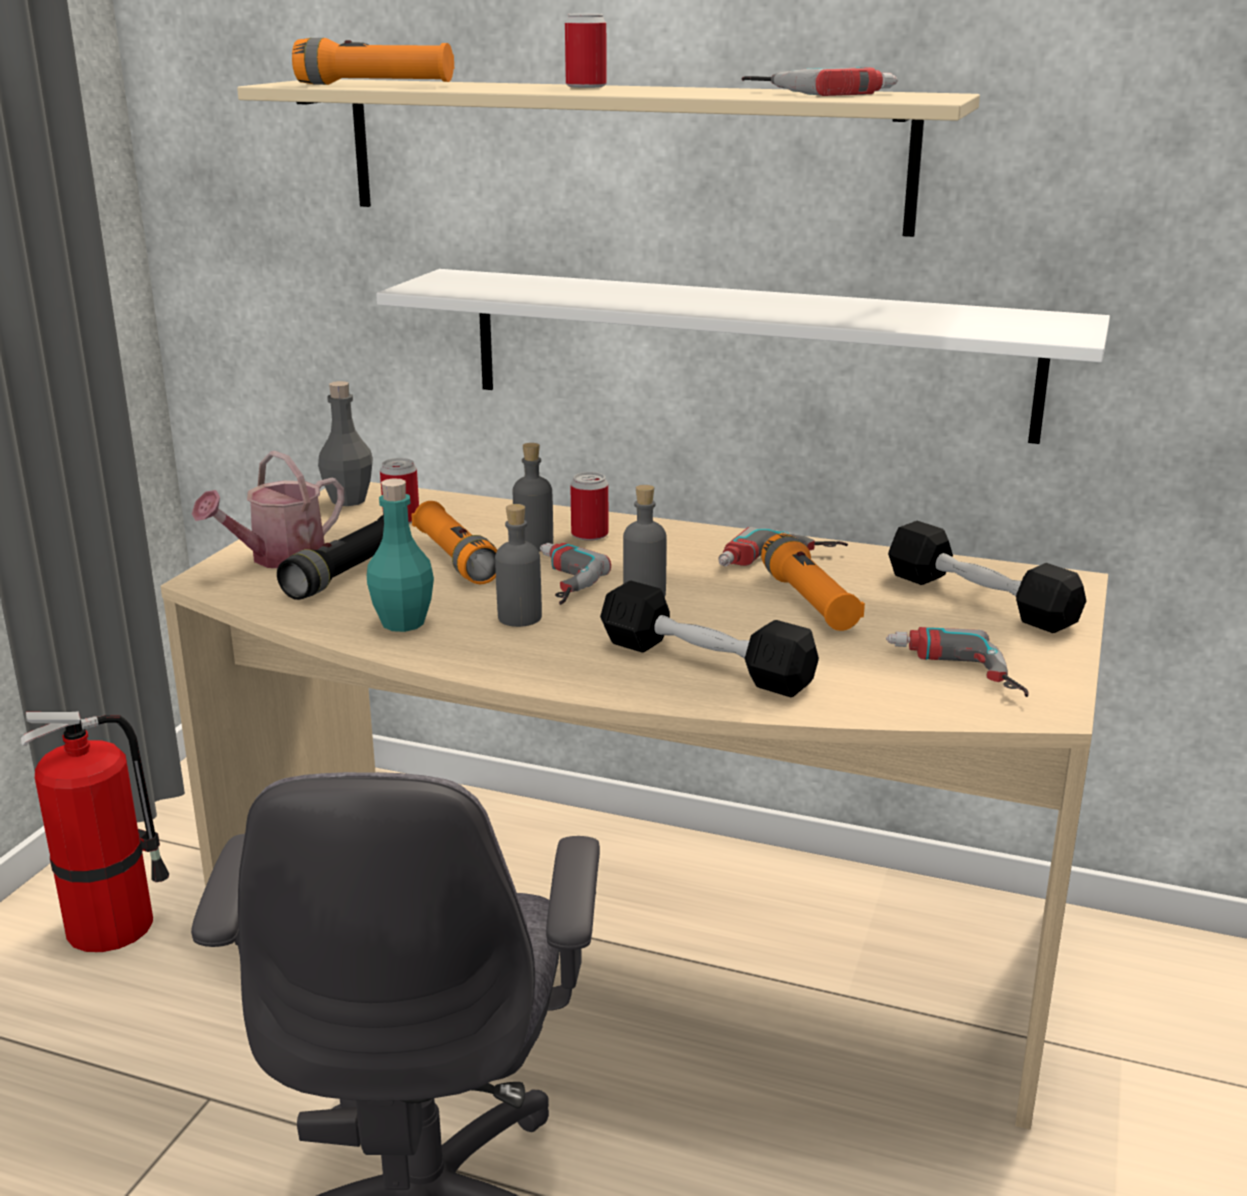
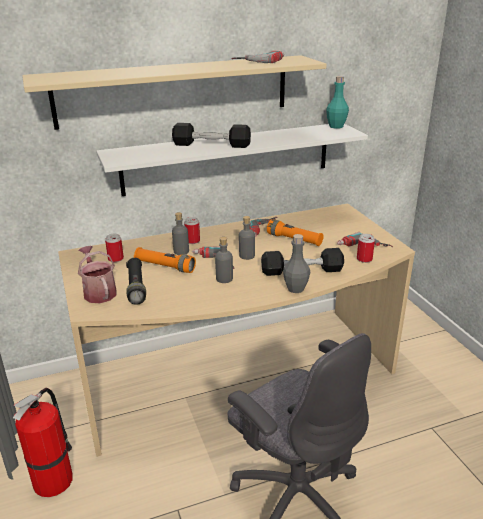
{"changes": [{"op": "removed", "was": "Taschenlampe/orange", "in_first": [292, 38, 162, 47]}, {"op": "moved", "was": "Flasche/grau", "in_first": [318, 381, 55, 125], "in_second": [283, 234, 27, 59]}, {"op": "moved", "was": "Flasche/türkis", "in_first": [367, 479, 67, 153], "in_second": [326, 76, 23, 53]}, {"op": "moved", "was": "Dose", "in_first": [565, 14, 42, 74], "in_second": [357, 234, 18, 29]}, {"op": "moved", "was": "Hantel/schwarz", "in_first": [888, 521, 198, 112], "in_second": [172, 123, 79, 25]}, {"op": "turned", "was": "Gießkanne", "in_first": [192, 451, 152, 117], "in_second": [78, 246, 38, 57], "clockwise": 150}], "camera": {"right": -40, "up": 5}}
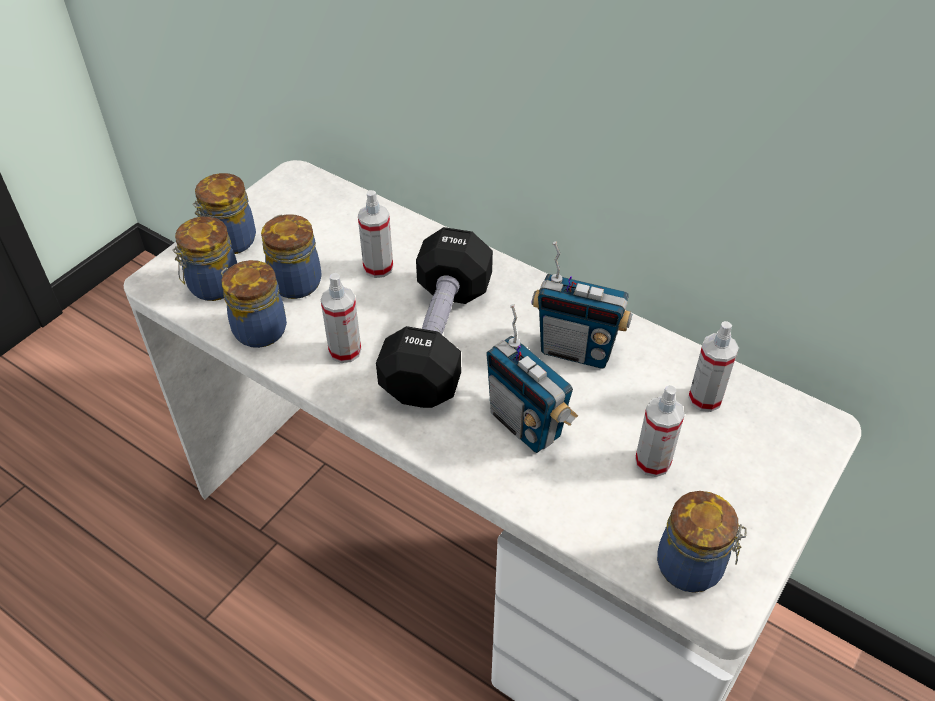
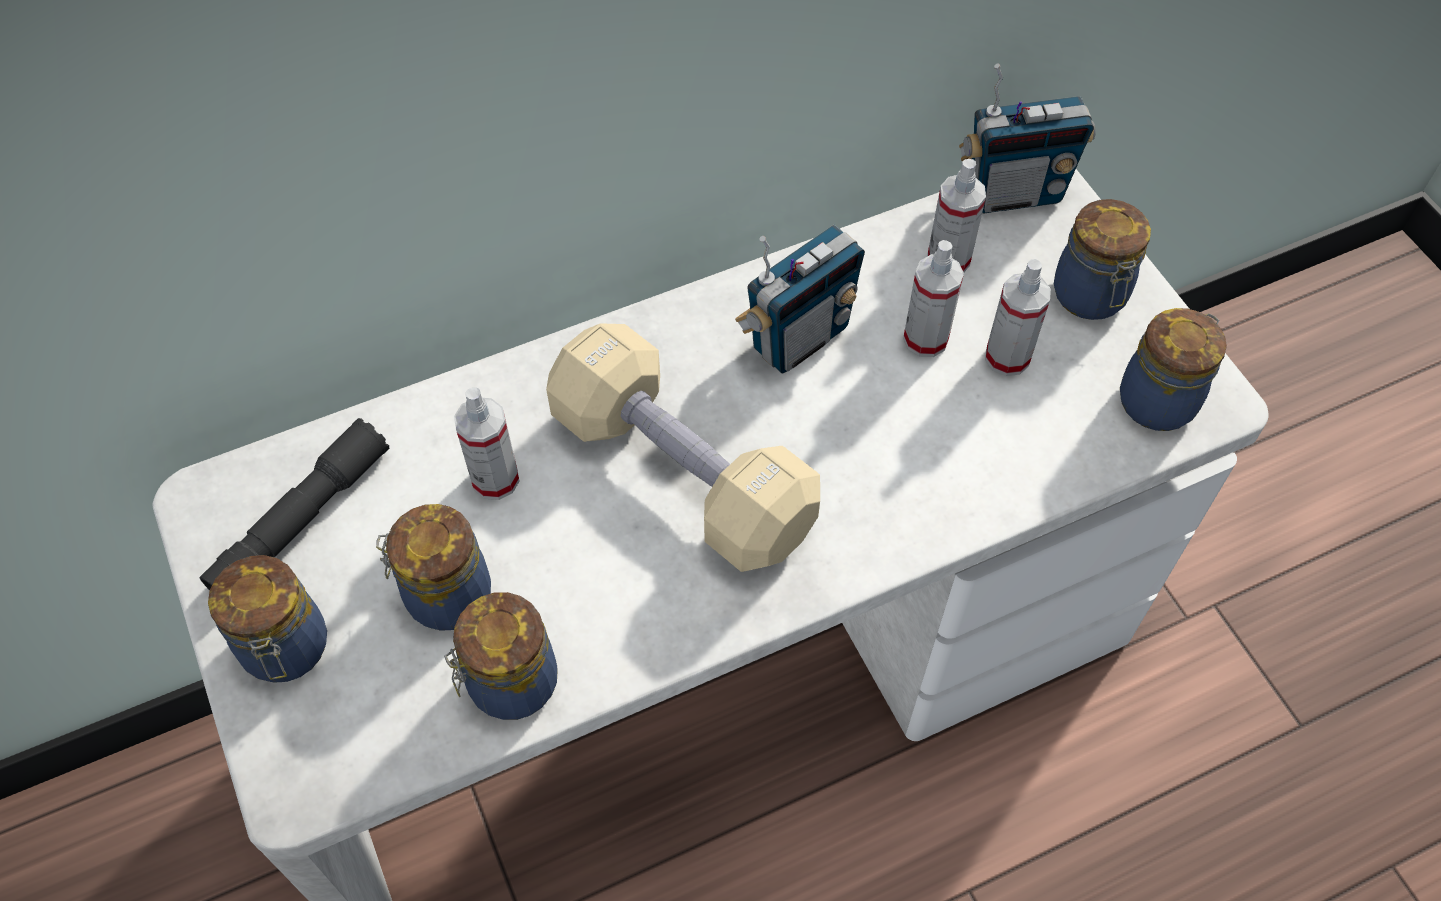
{"changes": [{"op": "added", "now": "Taschenlampe/grau", "in_second": [200, 418, 189, 172]}, {"op": "moved", "was": "Vorratsglas", "in_first": [172, 216, 65, 85], "in_second": [1054, 199, 97, 121]}, {"op": "moved", "was": "Sprühflasche", "in_first": [321, 273, 40, 90], "in_second": [903, 240, 61, 117]}, {"op": "moved", "was": "Radio", "in_first": [486, 304, 92, 149], "in_second": [959, 64, 137, 149]}, {"op": "recoloured", "was": "Hantel/schwarz", "now": "Hantel/beige", "in_first": [376, 227, 117, 181], "in_second": [546, 323, 274, 249]}], "camera": {"right": -60, "up": 10}}
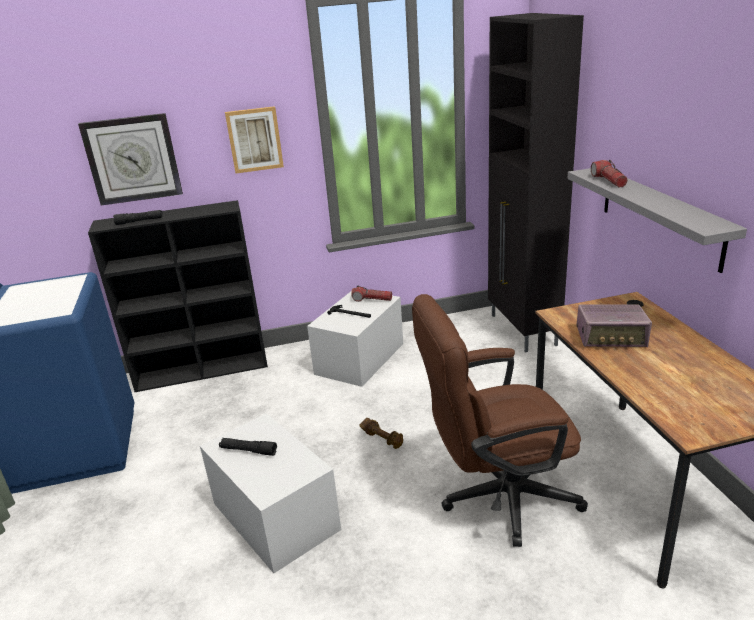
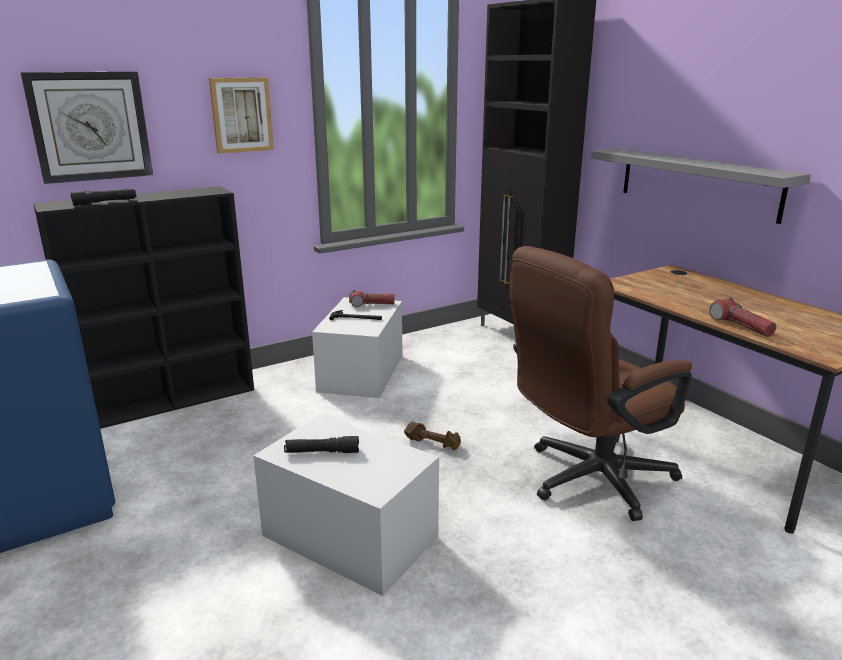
{"changes": [{"op": "removed", "was": "Radio", "in_first": [576, 304, 76, 43]}, {"op": "moved", "was": "Taschenlampe", "in_first": [591, 160, 37, 28], "in_second": [709, 298, 67, 39]}], "camera": {"right": -20, "up": -5}}
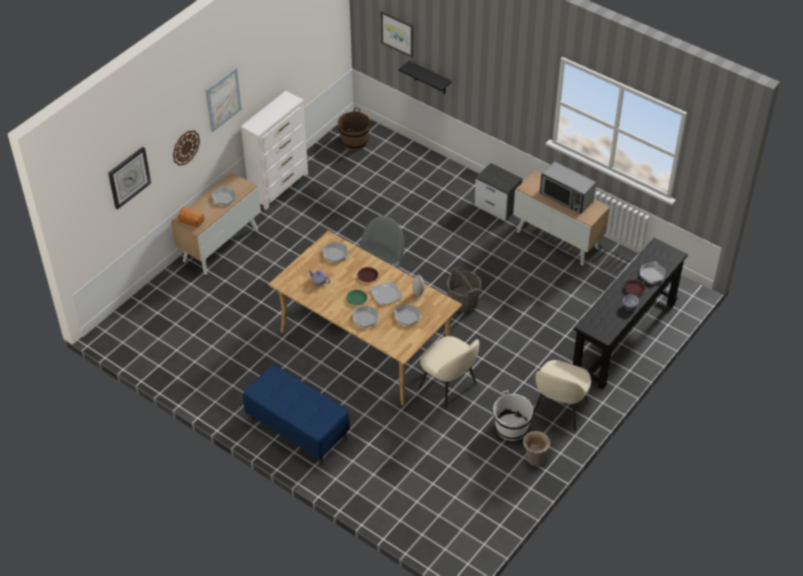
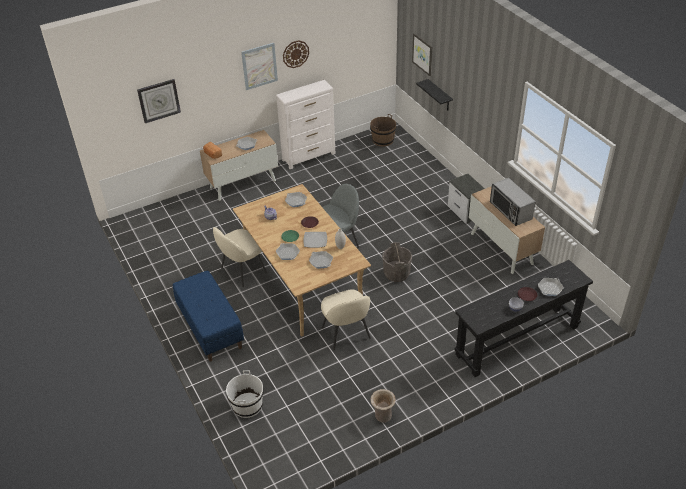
{"changes": [{"op": "moved", "was": "Wanduhr", "in_first": [173, 130, 27, 36], "in_second": [283, 40, 26, 28]}, {"op": "moved", "was": "Eimer/weiß", "in_first": [493, 390, 40, 51], "in_second": [226, 370, 38, 48]}, {"op": "moved", "was": "Stuhl/beige", "in_first": [533, 360, 58, 70], "in_second": [213, 227, 54, 60]}], "camera": {"right": 25, "up": -5}}
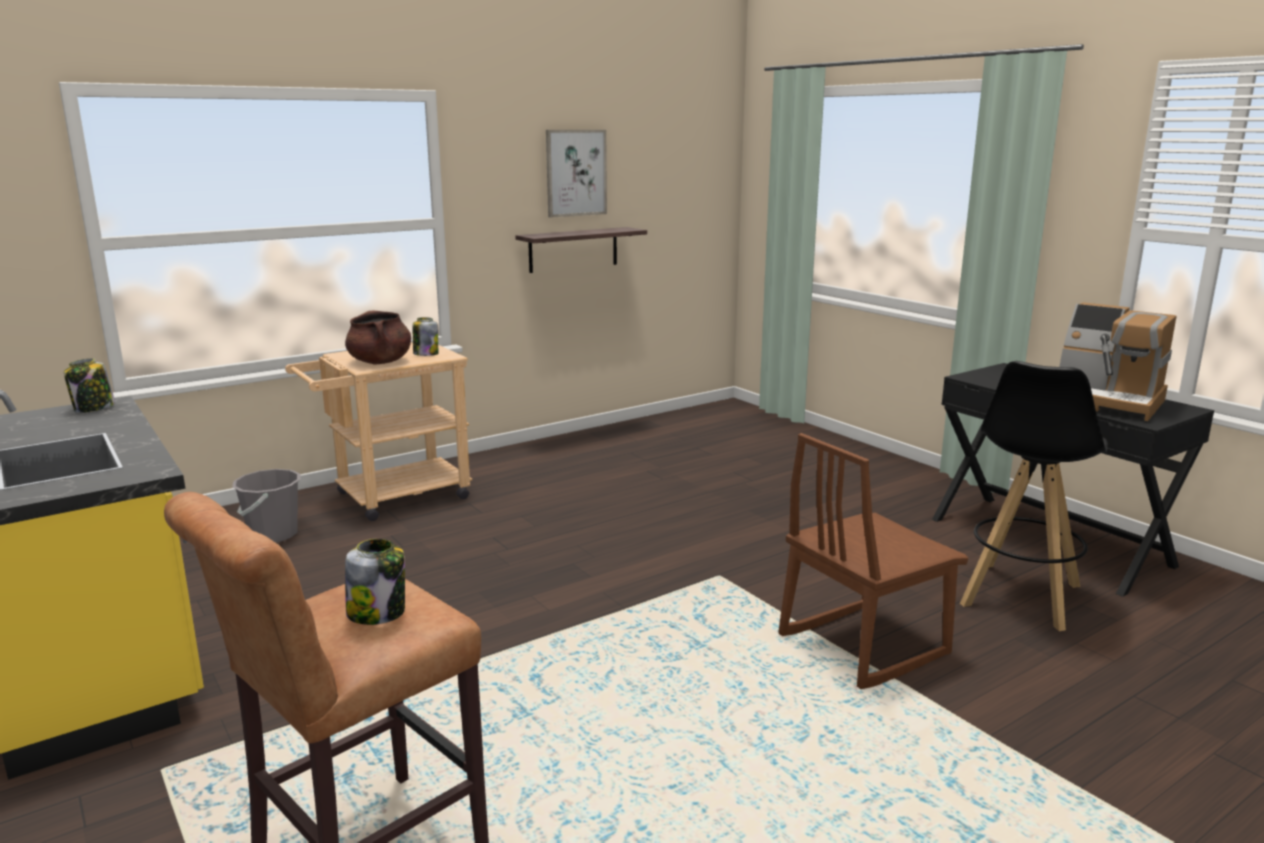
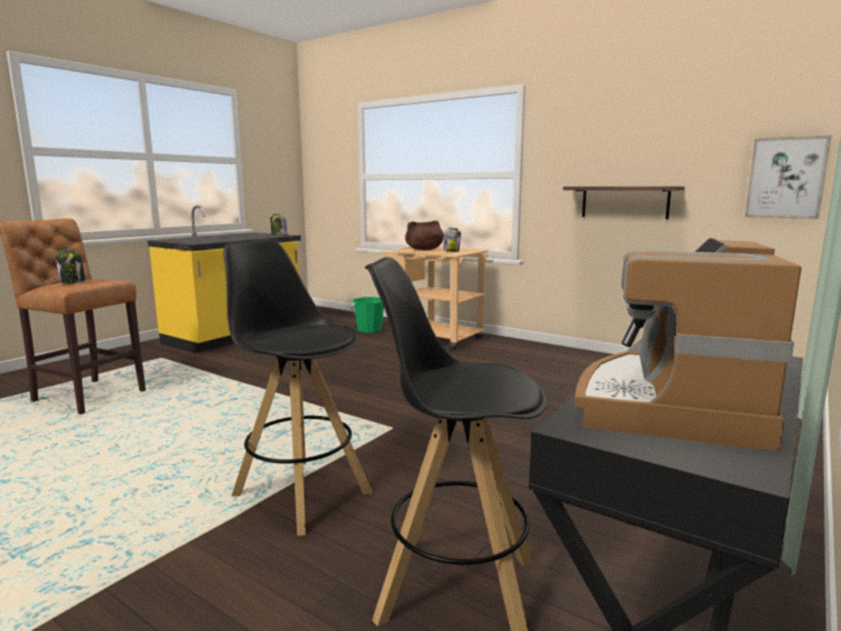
{"changes": [{"op": "moved", "was": "Bild", "in_first": [546, 130, 61, 88], "in_second": [745, 135, 87, 84]}, {"op": "replaced", "was": "Stuhl/braun", "now": "Hocker/schwarz", "in_first": [778, 433, 190, 256], "in_second": [224, 239, 148, 297]}, {"op": "recoloured", "was": "Eimer/grau", "now": "Eimer/grün", "in_first": [232, 469, 68, 74], "in_second": [351, 297, 33, 36]}], "camera": {"right": 70, "up": -5}}
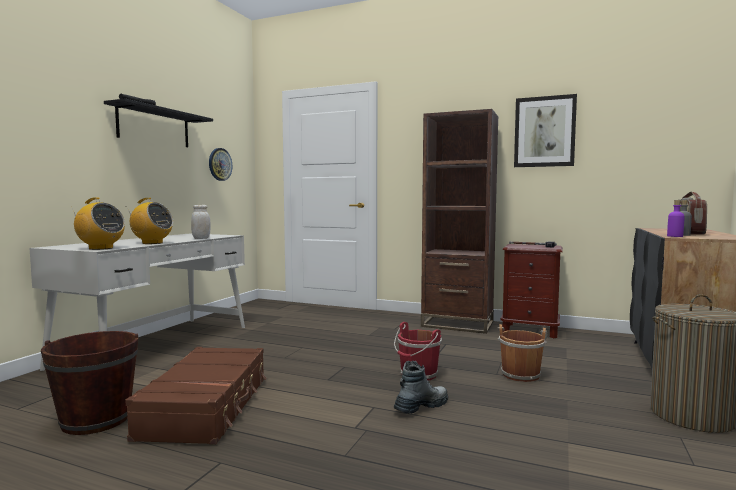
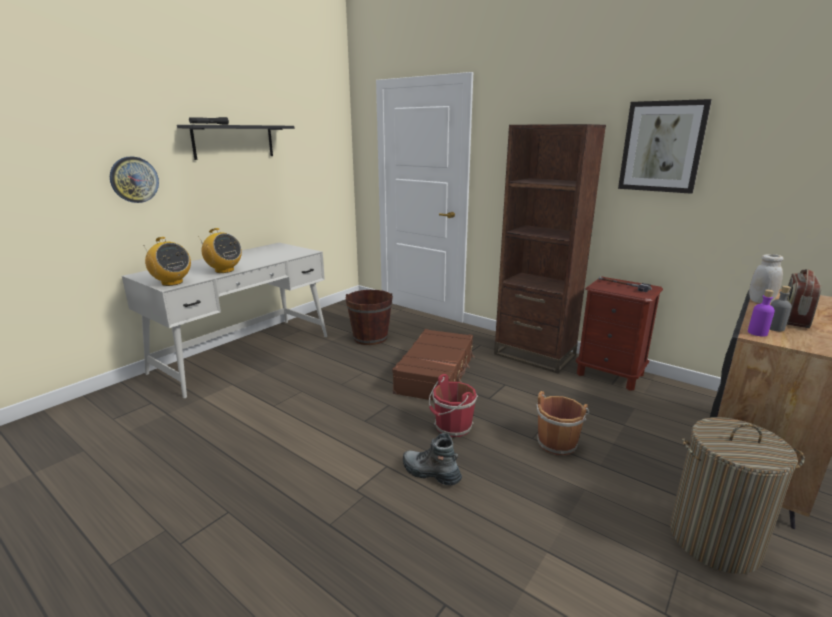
{"changes": [{"op": "moved", "was": "Eimer/braun", "in_first": [41, 331, 97, 104], "in_second": [345, 290, 48, 55]}, {"op": "moved", "was": "Koffer/braun", "in_first": [125, 347, 142, 97], "in_second": [392, 329, 83, 72]}, {"op": "moved", "was": "Vorratsglas/weiß", "in_first": [191, 205, 19, 34], "in_second": [749, 254, 35, 49]}, {"op": "moved", "was": "Wanduhr", "in_first": [209, 148, 24, 33], "in_second": [110, 157, 49, 46]}, {"op": "turned", "was": "Stiefel", "in_first": [393, 361, 55, 53], "in_second": [403, 433, 59, 53], "clockwise": -120}], "camera": {"right": 15, "up": 15}}
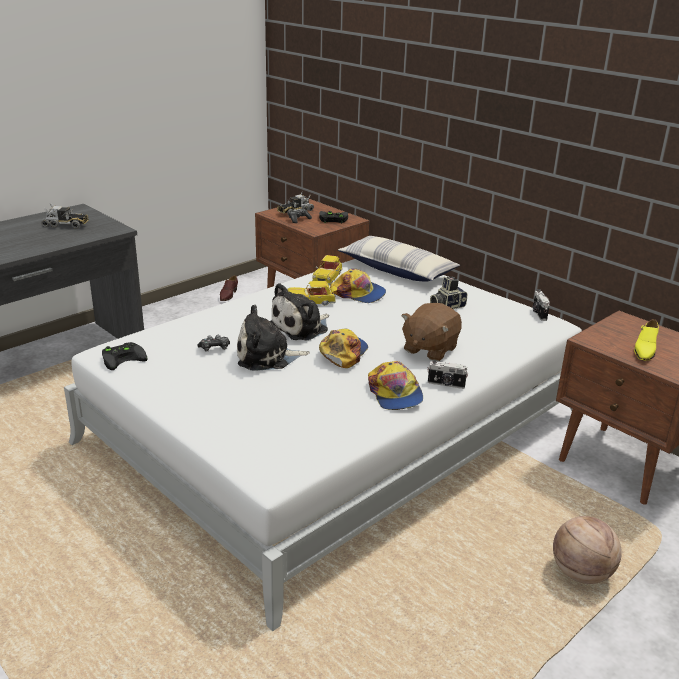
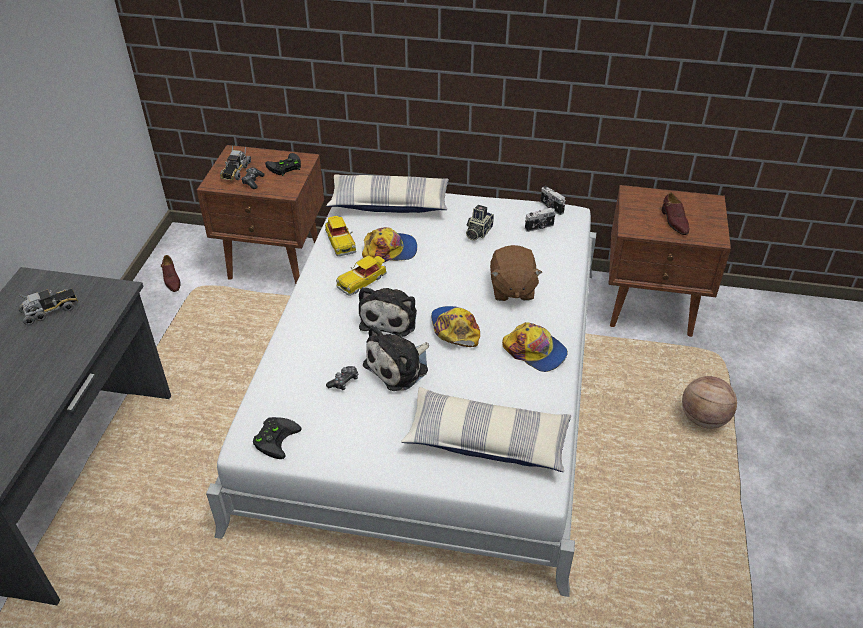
{"changes": [{"op": "added", "now": "Kissen", "in_second": [401, 387, 170, 85]}, {"op": "moved", "was": "Kamera", "in_first": [428, 360, 40, 29], "in_second": [525, 208, 31, 24]}, {"op": "recoloured", "was": "Schuh/gelb", "now": "Schuh/braun", "in_first": [634, 319, 25, 42], "in_second": [662, 192, 27, 43]}], "camera": {"right": -35, "up": 15}}
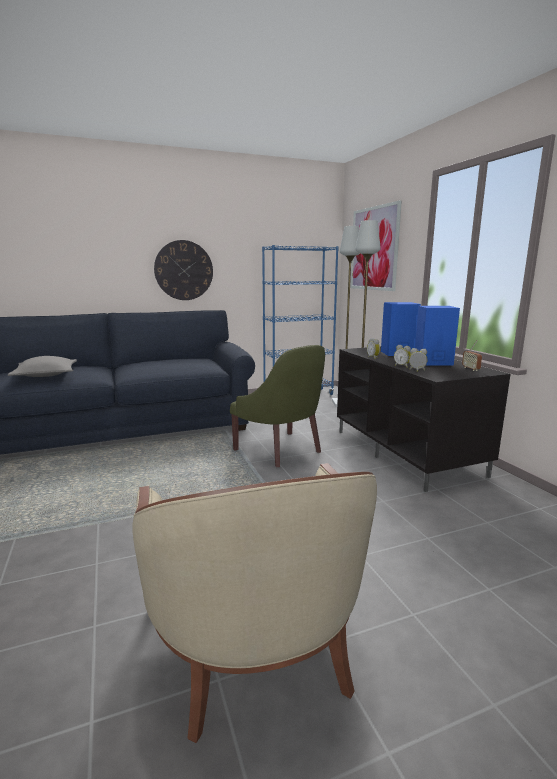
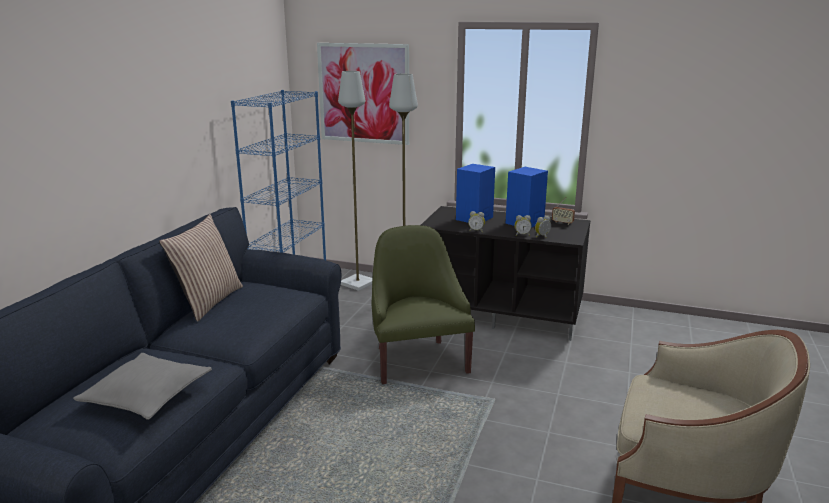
{"changes": [{"op": "removed", "was": "Wanduhr", "in_first": [154, 240, 59, 60]}, {"op": "added", "now": "Kissen", "in_second": [159, 214, 84, 108]}, {"op": "turned", "was": "Sessel/grün", "in_first": [230, 345, 95, 122], "in_second": [372, 225, 103, 159], "clockwise": -105}], "camera": {"right": -50, "up": 5}}
